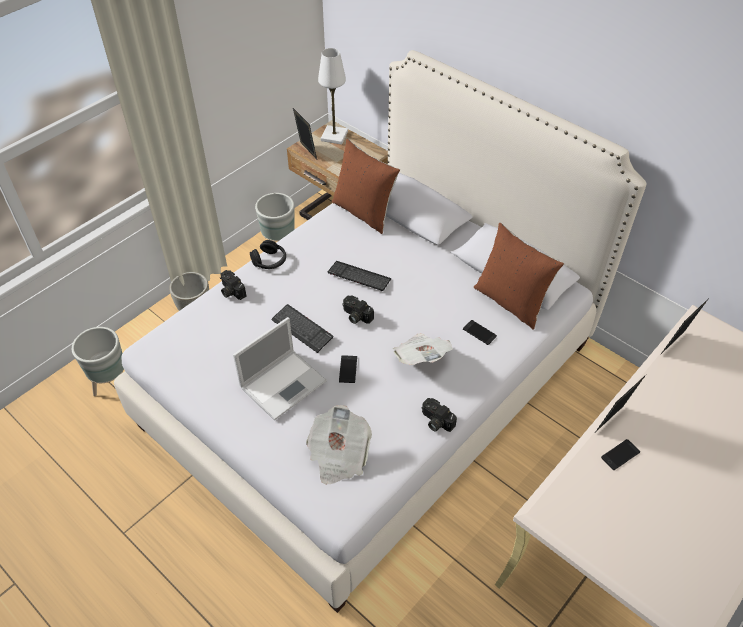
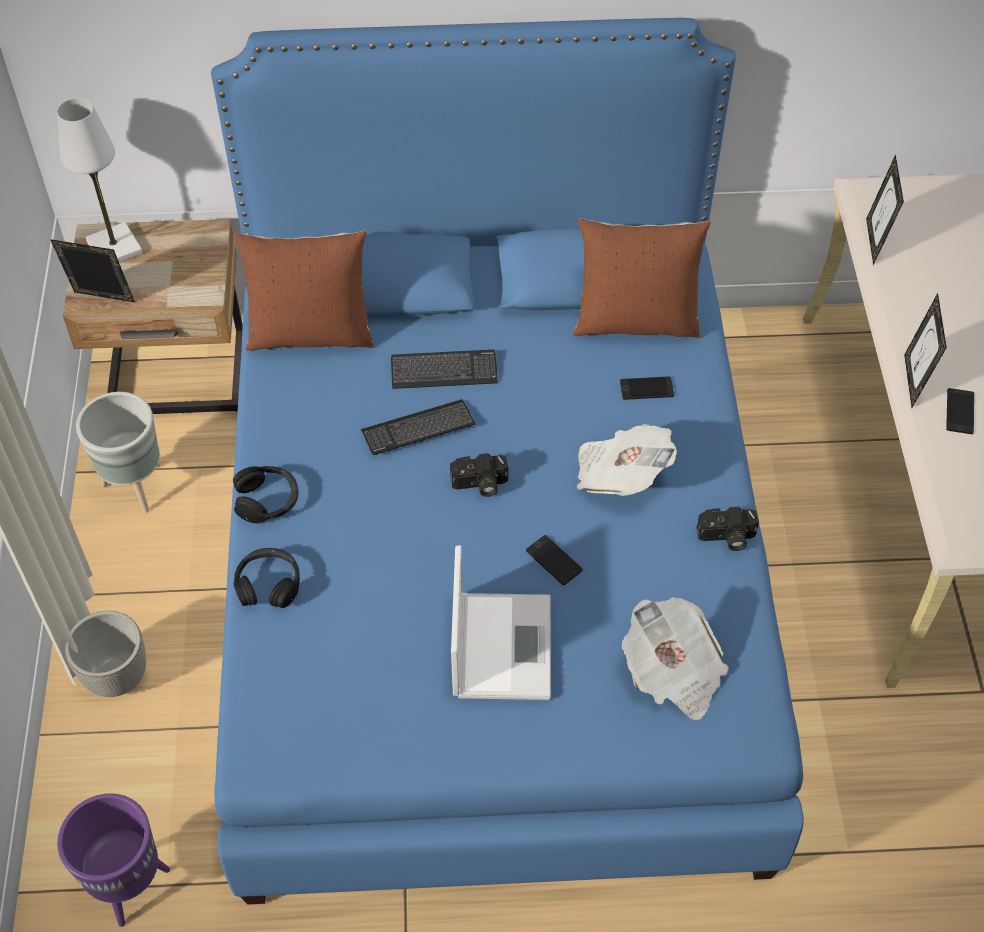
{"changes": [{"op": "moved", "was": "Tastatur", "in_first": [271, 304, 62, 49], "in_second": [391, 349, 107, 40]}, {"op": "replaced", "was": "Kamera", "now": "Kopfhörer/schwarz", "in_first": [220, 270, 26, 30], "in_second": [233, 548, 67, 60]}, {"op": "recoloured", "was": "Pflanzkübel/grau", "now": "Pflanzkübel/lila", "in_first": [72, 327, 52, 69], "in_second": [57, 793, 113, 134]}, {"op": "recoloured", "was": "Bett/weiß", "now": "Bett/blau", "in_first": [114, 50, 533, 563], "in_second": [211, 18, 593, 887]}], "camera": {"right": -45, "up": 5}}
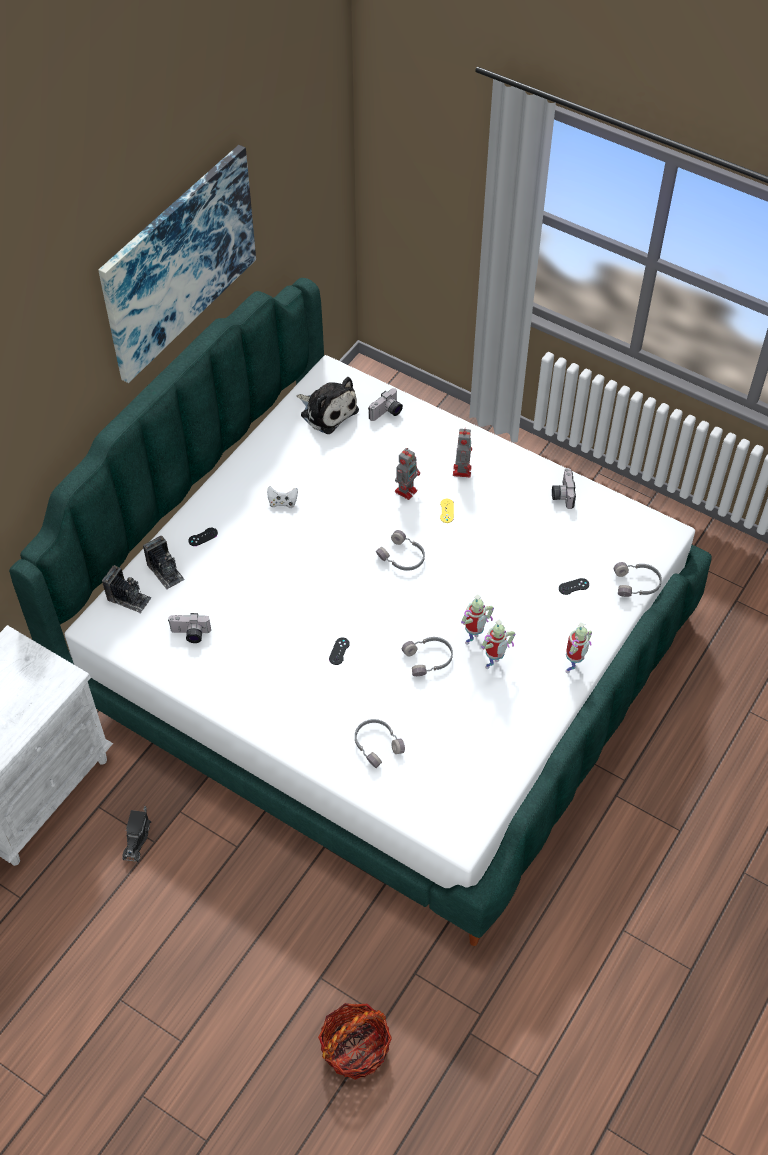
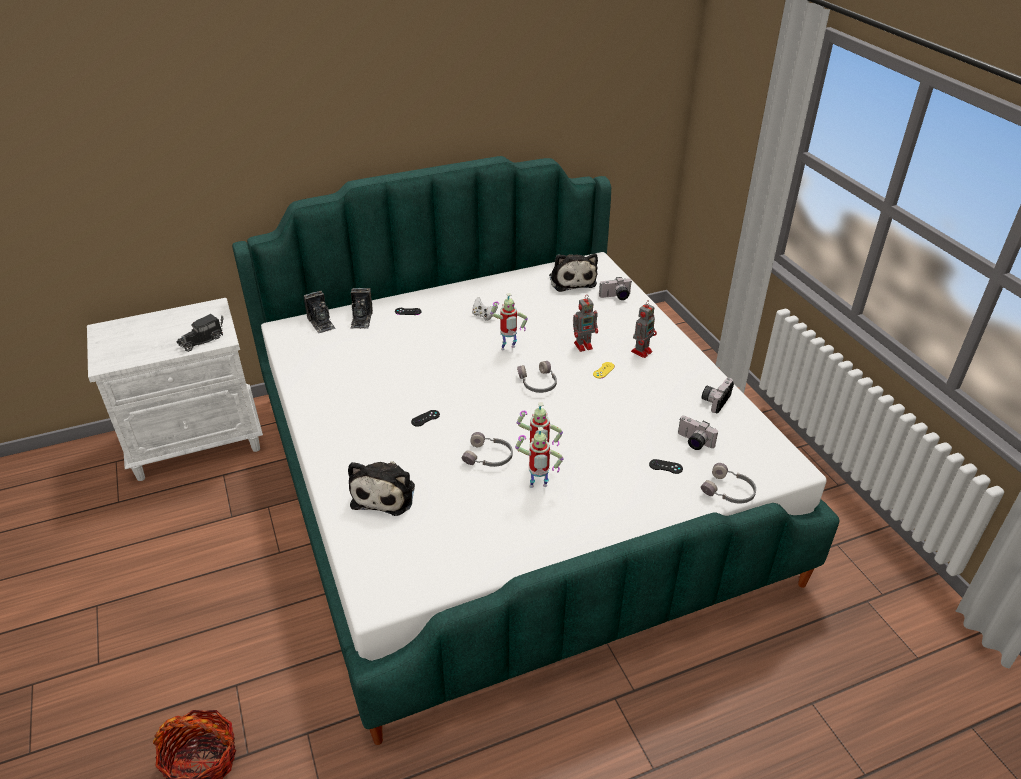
{"changes": [{"op": "removed", "was": "Bild", "in_first": [98, 145, 158, 238]}, {"op": "moved", "was": "Spielzeuglaster", "in_first": [122, 806, 29, 56], "in_second": [176, 314, 48, 38]}, {"op": "moved", "was": "Kamera", "in_first": [168, 613, 43, 30], "in_second": [678, 416, 40, 34]}, {"op": "moved", "was": "Spielzeugroboter", "in_first": [565, 622, 27, 51], "in_second": [490, 293, 38, 57]}, {"op": "replaced", "was": "Kopfhörer/grau", "now": "Plüschtier", "in_first": [355, 719, 50, 49], "in_second": [348, 461, 67, 55]}], "camera": {"right": 35, "up": -15}}
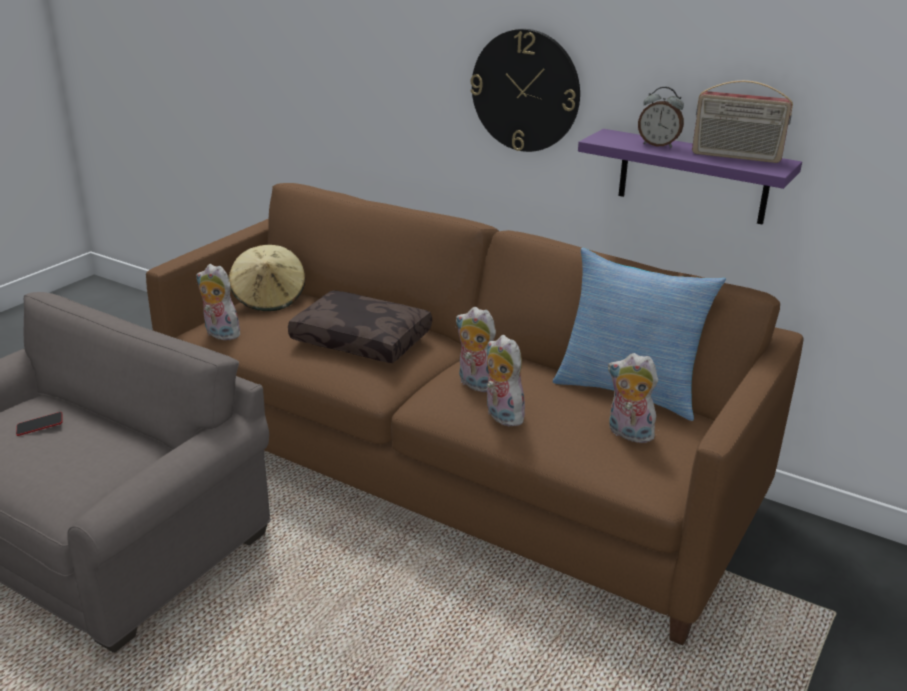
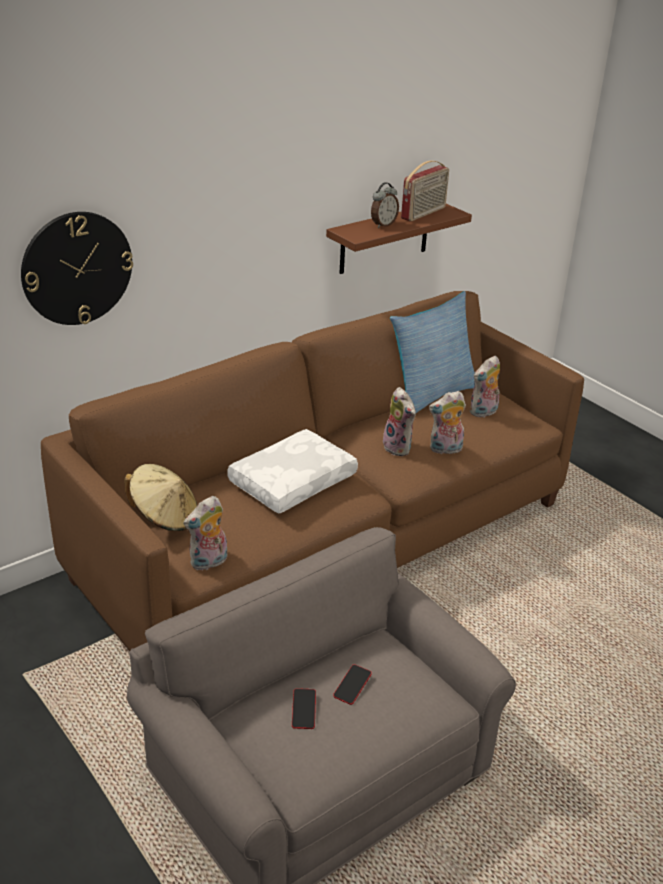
{"changes": [{"op": "added", "now": "Handy", "in_second": [333, 664, 39, 41]}, {"op": "moved", "was": "Wanduhr", "in_first": [471, 29, 109, 123], "in_second": [21, 212, 112, 113]}, {"op": "recoloured", "was": "Kissen/braun", "now": "Kissen/weiß", "in_first": [288, 290, 144, 73], "in_second": [227, 429, 131, 85]}, {"op": "recoloured", "was": "Wandregal/lila", "now": "Wandregal/braun", "in_first": [578, 129, 224, 96], "in_second": [326, 204, 146, 70]}, {"op": "turned", "was": "Plüschtier", "in_first": [456, 307, 40, 85], "in_second": [383, 387, 33, 69], "clockwise": -90}], "camera": {"right": -70, "up": 5}}
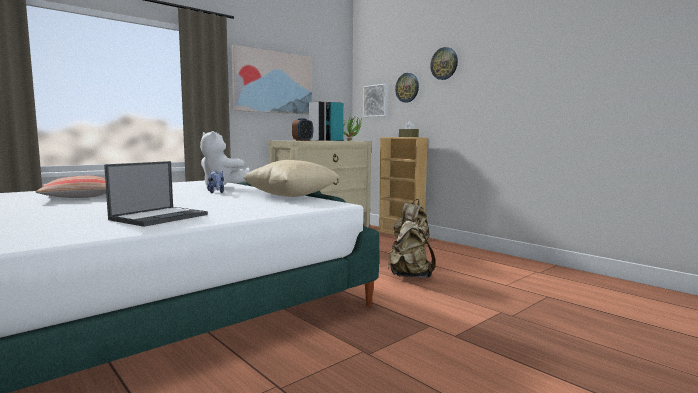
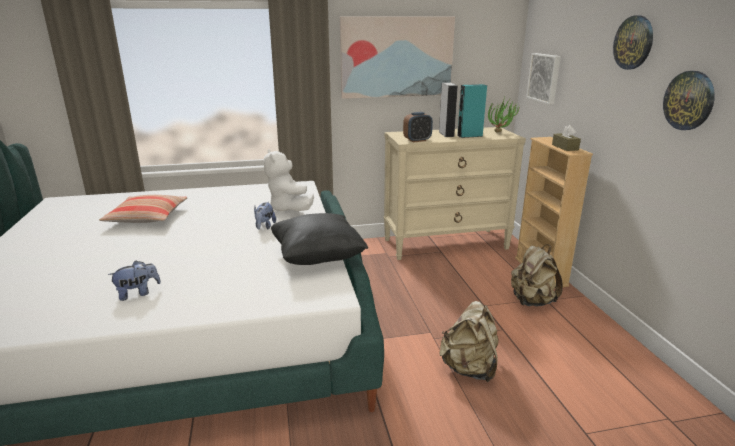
{"changes": [{"op": "moved", "was": "Wanduhr", "in_first": [395, 73, 24, 30], "in_second": [663, 71, 52, 59]}, {"op": "replaced", "was": "Laptop", "now": "Plüschtier", "in_first": [104, 161, 104, 66], "in_second": [108, 260, 53, 41]}, {"op": "recoloured", "was": "Kissen/beige", "now": "Kissen/schwarz", "in_first": [244, 160, 96, 37], "in_second": [271, 213, 97, 52]}], "camera": {"right": 30, "up": 15}}
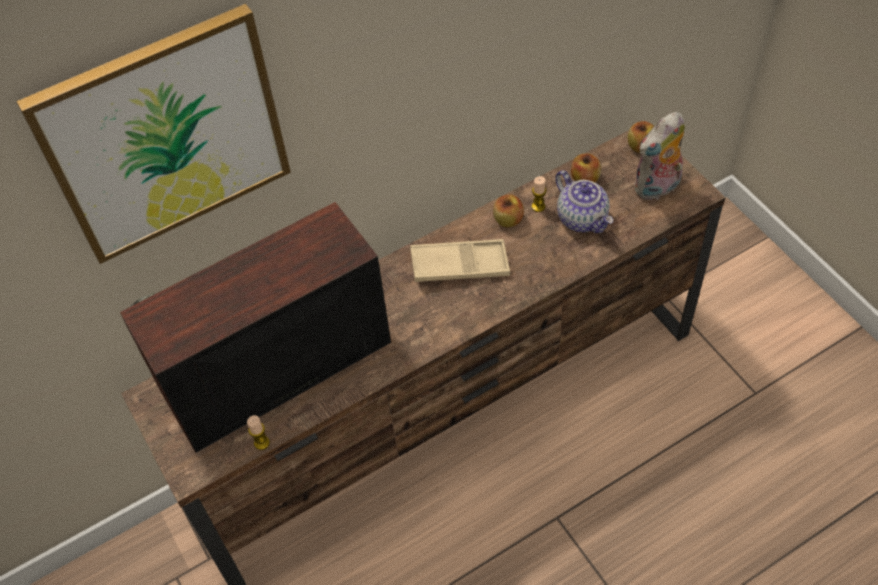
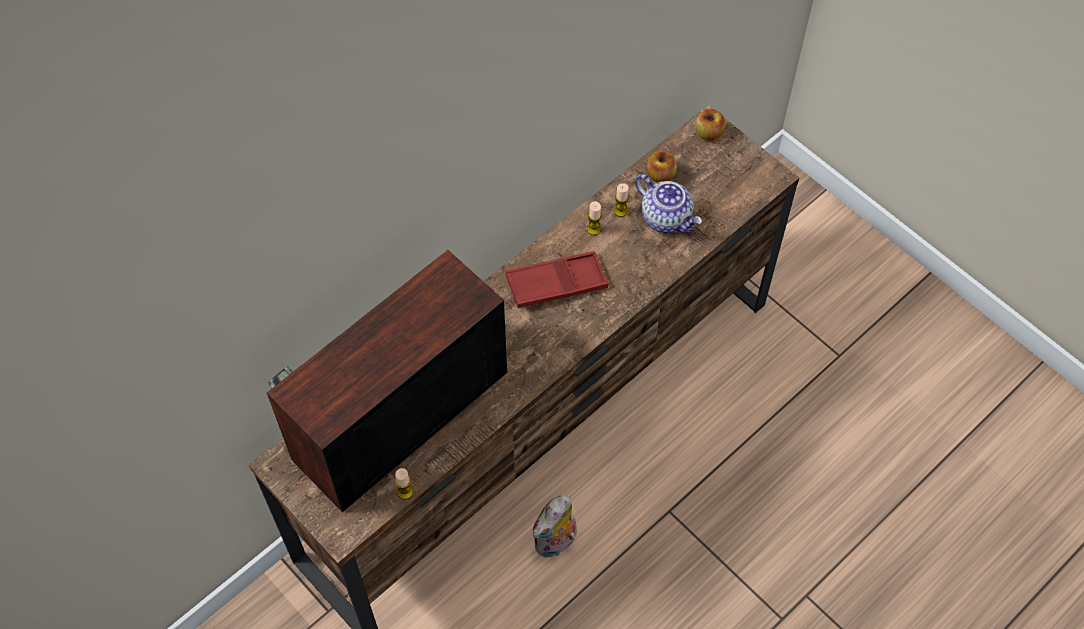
{"changes": [{"op": "removed", "was": "Bild", "in_first": [16, 4, 275, 260]}, {"op": "moved", "was": "Plüschtier", "in_first": [634, 112, 54, 88], "in_second": [533, 495, 44, 63]}, {"op": "replaced", "was": "Apfel", "now": "Kerze", "in_first": [493, 195, 31, 32], "in_second": [587, 201, 15, 34]}, {"op": "recoloured", "was": "Tablett/beige", "now": "Tablett/rot", "in_first": [410, 239, 100, 43], "in_second": [505, 251, 104, 57]}], "camera": {"right": -15, "up": 5}}
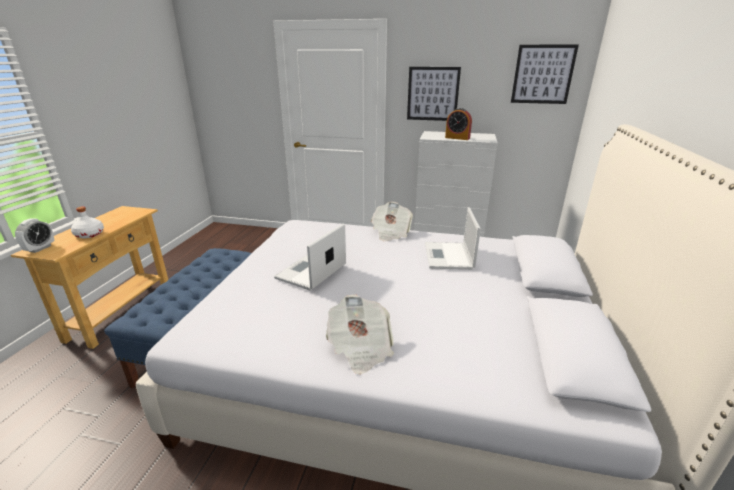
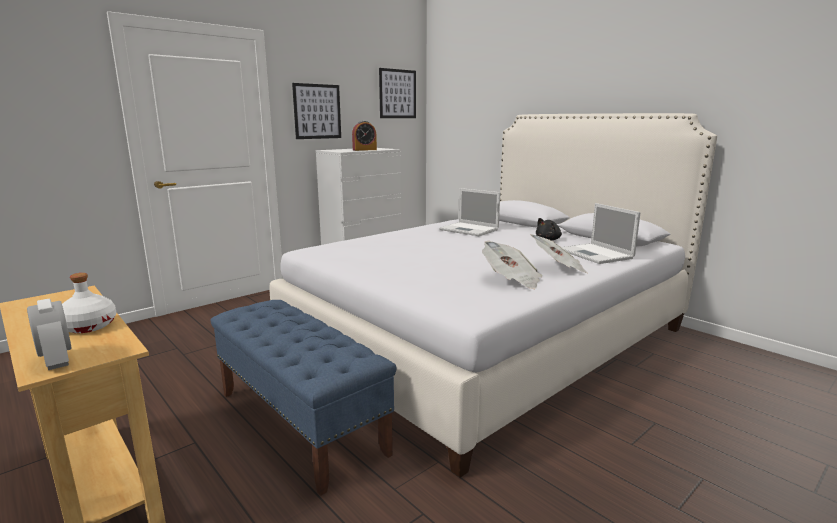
{"changes": [{"op": "added", "now": "Plüschtier/schwarz", "in_second": [536, 218, 26, 22]}, {"op": "moved", "was": "Laptop", "in_first": [274, 224, 72, 67], "in_second": [561, 203, 79, 61]}, {"op": "moved", "was": "Zeitung", "in_first": [371, 202, 42, 39], "in_second": [482, 241, 60, 48]}], "camera": {"right": -55, "up": -10}}
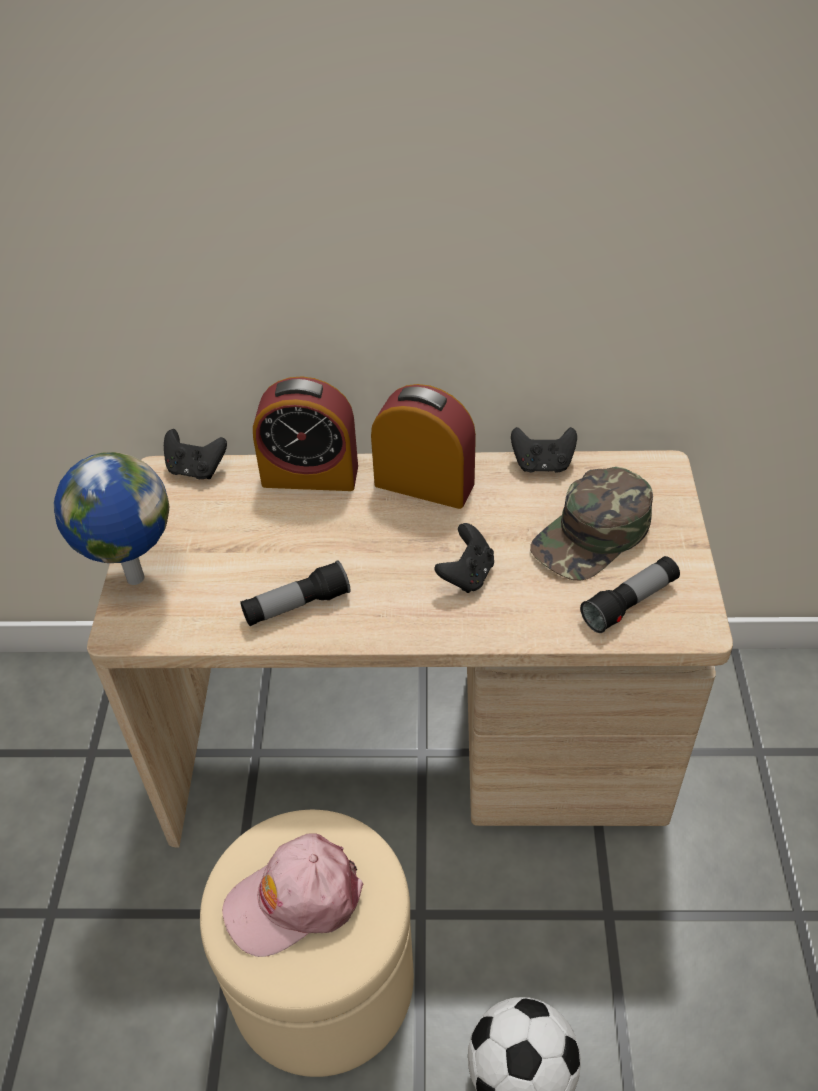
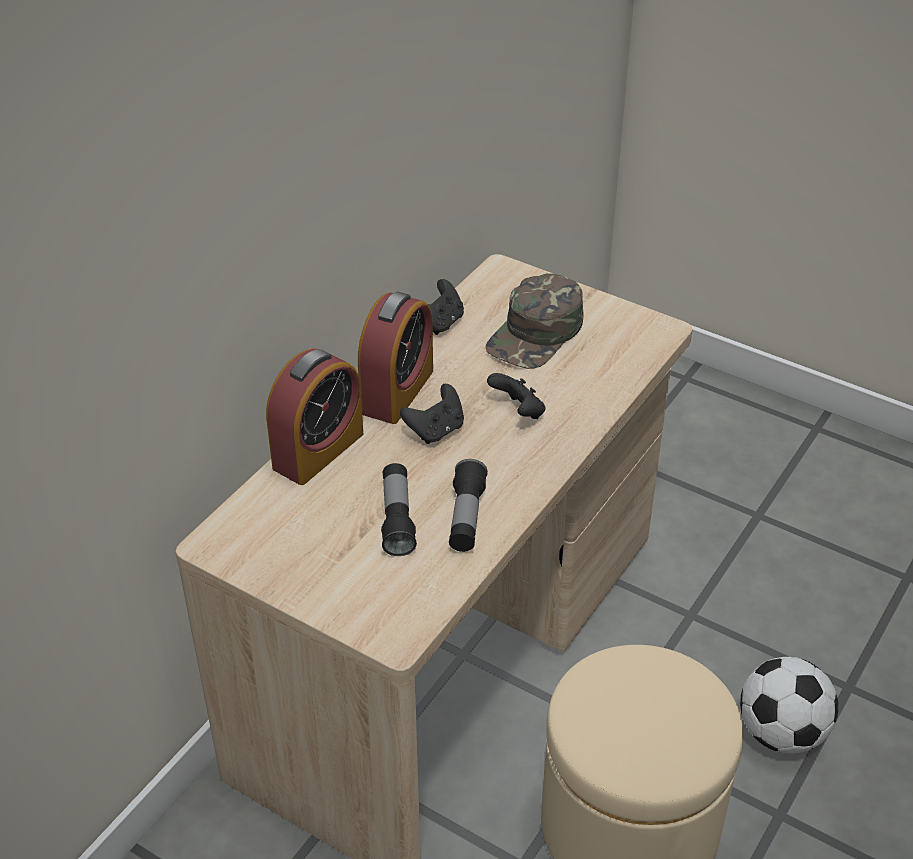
{"changes": [{"op": "removed", "was": "Globus", "in_first": [54, 452, 115, 133]}, {"op": "removed", "was": "Kappe/rosa", "in_first": [222, 833, 141, 124]}, {"op": "moved", "was": "Gamepad/schwarz", "in_first": [164, 429, 63, 50], "in_second": [400, 384, 64, 60]}, {"op": "moved", "was": "Taschenlampe", "in_first": [580, 556, 100, 77], "in_second": [381, 463, 36, 93]}, {"op": "turned", "was": "Wecker", "in_first": [371, 384, 105, 125], "in_second": [358, 291, 75, 133], "clockwise": 150}, {"op": "turned", "was": "Kappe/grün", "in_first": [530, 467, 123, 114], "in_second": [485, 273, 98, 96], "clockwise": 45}], "camera": {"right": -60, "up": -5}}
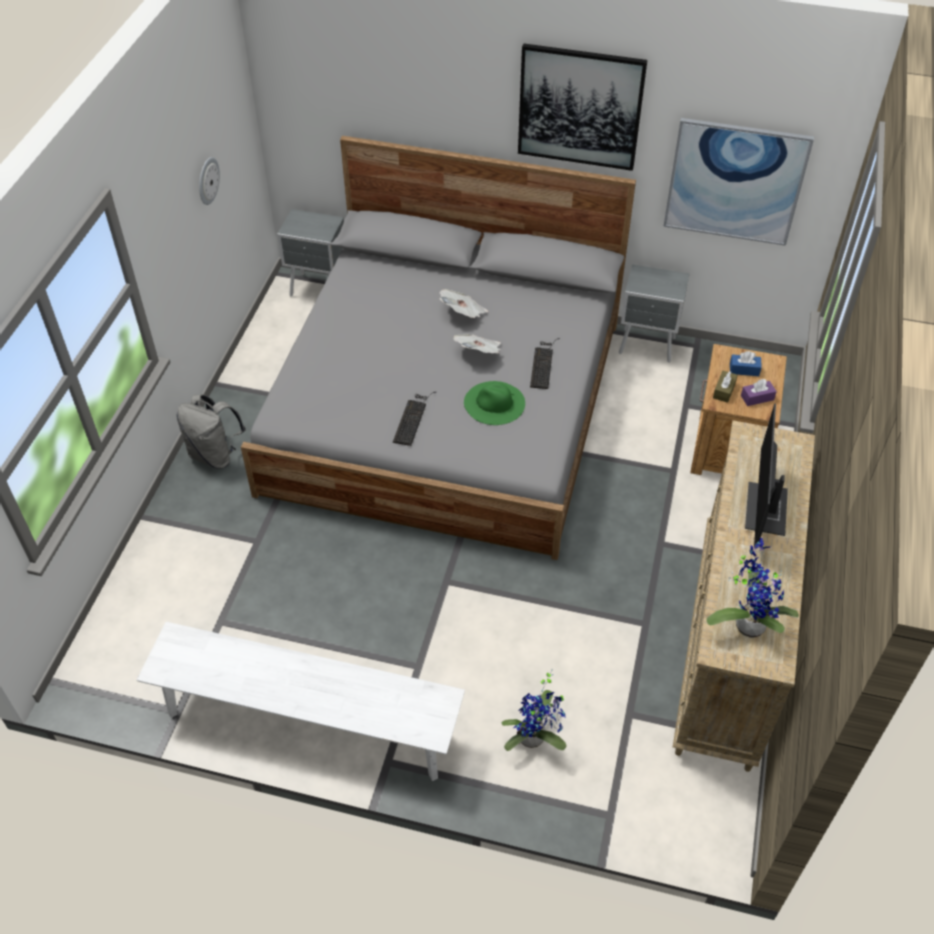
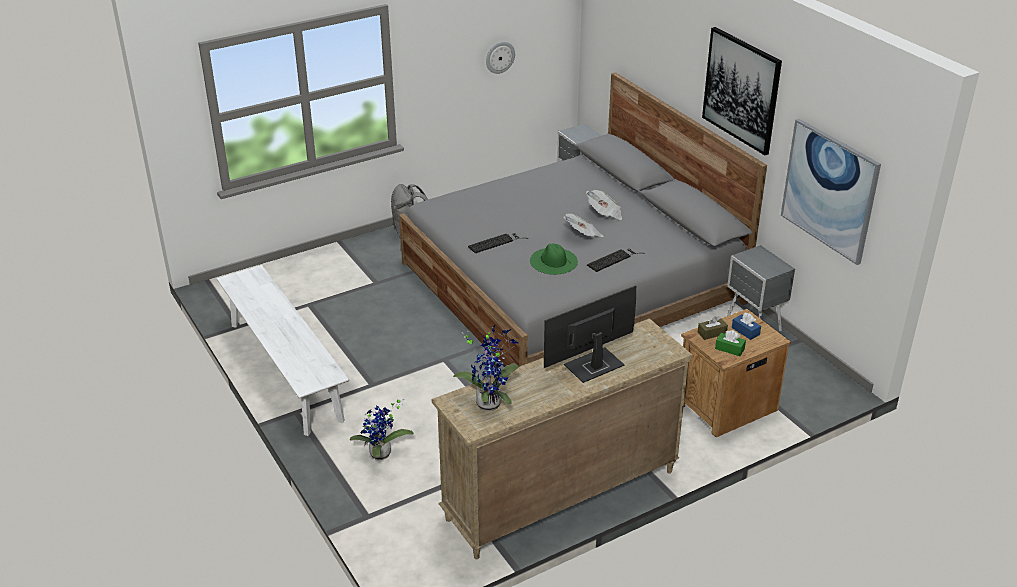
{"changes": [{"op": "recoloured", "was": "Taschentuchbox/lila", "now": "Taschentuchbox/grün", "in_first": [741, 379, 36, 27], "in_second": [715, 330, 31, 26]}], "camera": {"right": 45, "up": -15}}
